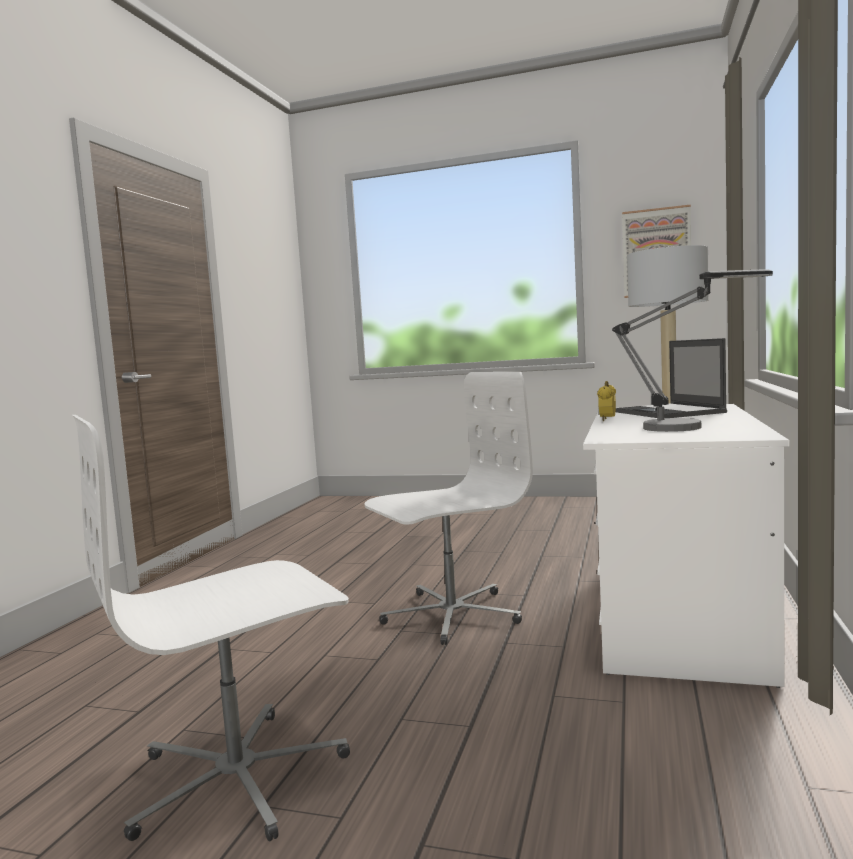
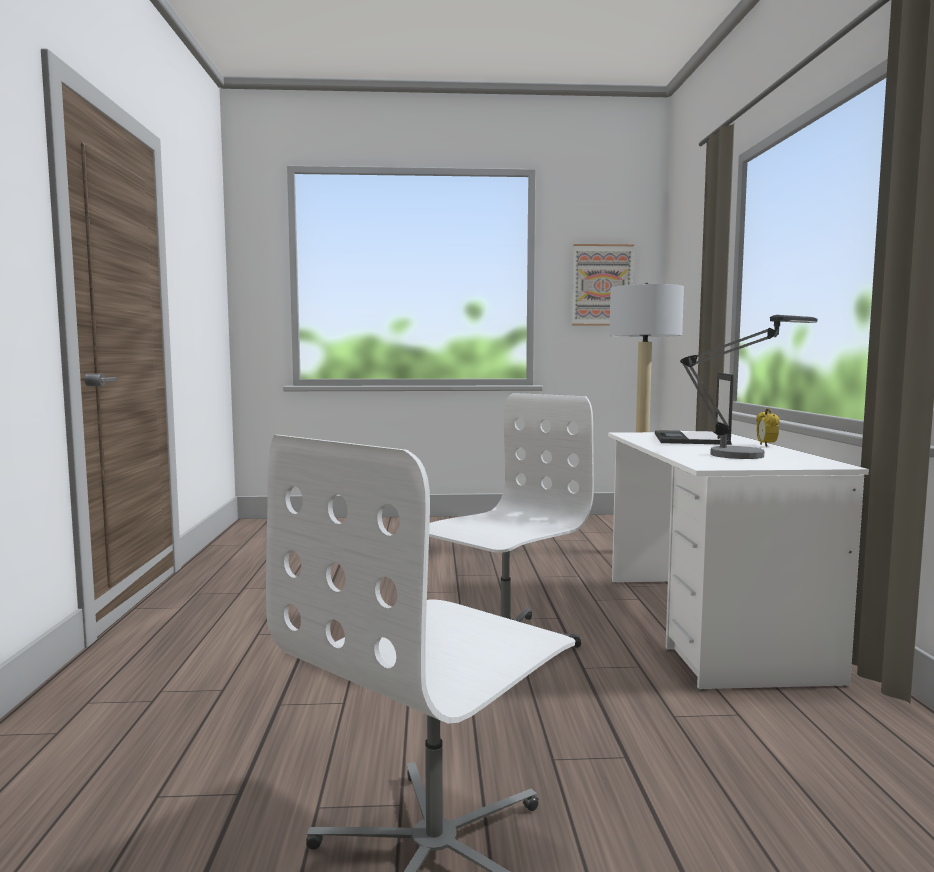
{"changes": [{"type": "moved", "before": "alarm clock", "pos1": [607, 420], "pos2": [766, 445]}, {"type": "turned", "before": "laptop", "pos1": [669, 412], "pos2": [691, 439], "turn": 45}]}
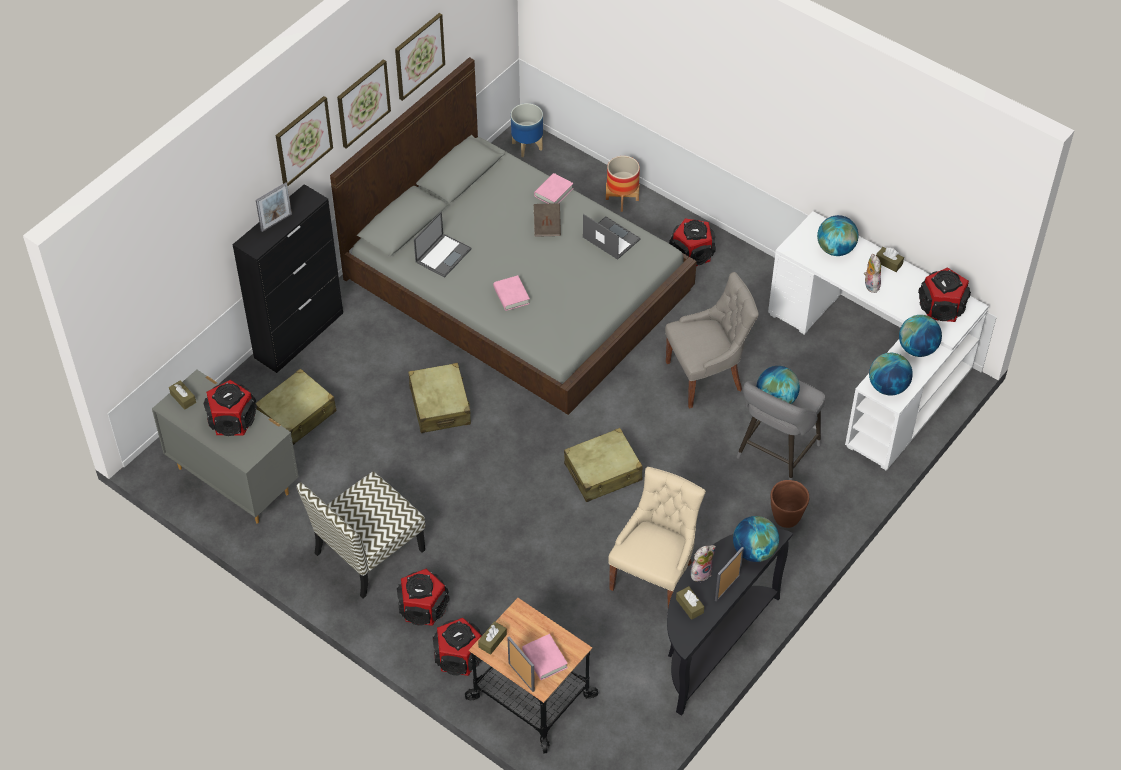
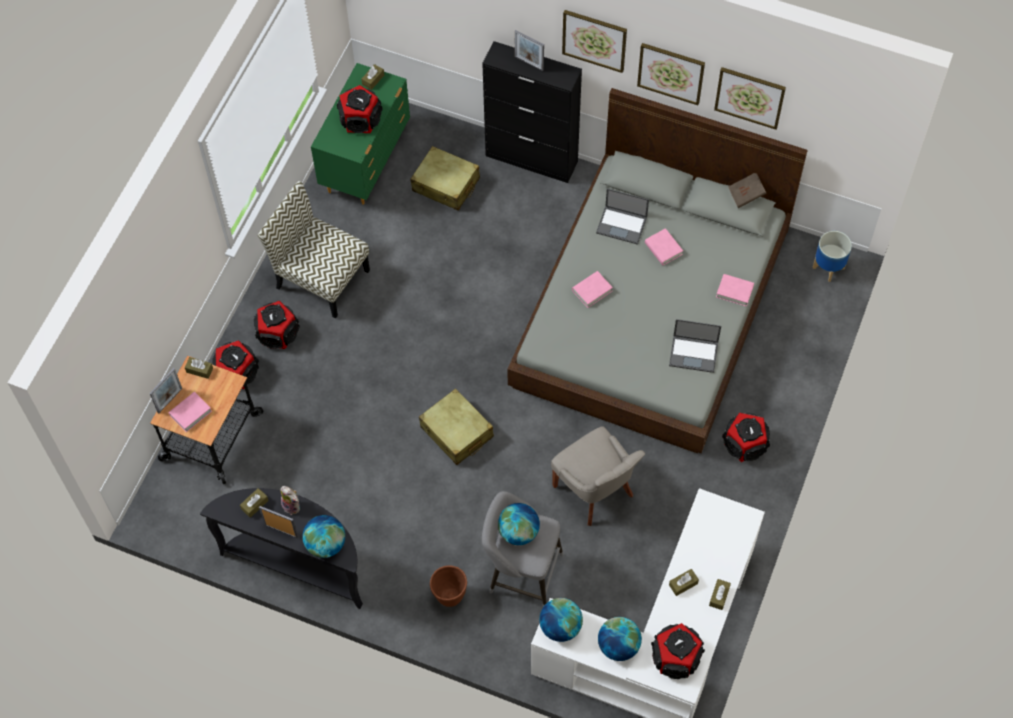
{"changes": [{"type": "removed", "before": "beige suitcase", "pos1": [440, 405]}, {"type": "removed", "before": "planter", "pos1": [622, 199]}, {"type": "removed", "before": "beige chair", "pos1": [655, 577]}, {"type": "removed", "before": "globe", "pos1": [835, 249]}, {"type": "added", "after": "pink book", "pos2": [663, 249]}, {"type": "moved", "before": "brown book", "pos1": [547, 226], "pos2": [746, 195]}, {"type": "replaced", "before": "plush toy", "after": "brown tissue box", "pos1": [870, 284], "pos2": [683, 584]}, {"type": "recoloured", "before": "grey dresser", "after": "green dresser", "pos1": [233, 479], "pos2": [366, 162]}, {"type": "turned", "before": "laptop", "pos1": [610, 238], "pos2": [694, 353], "turn": 75}]}
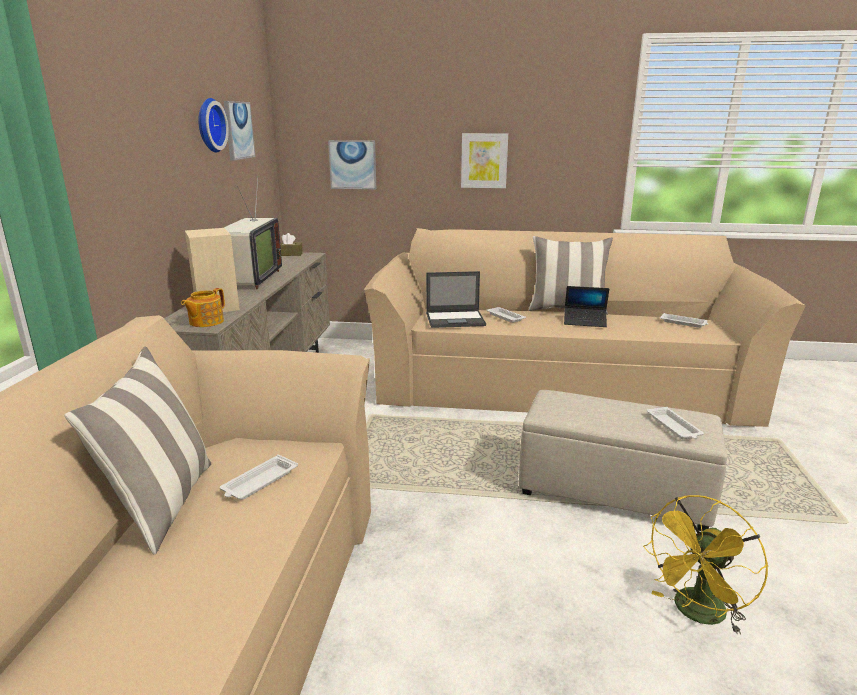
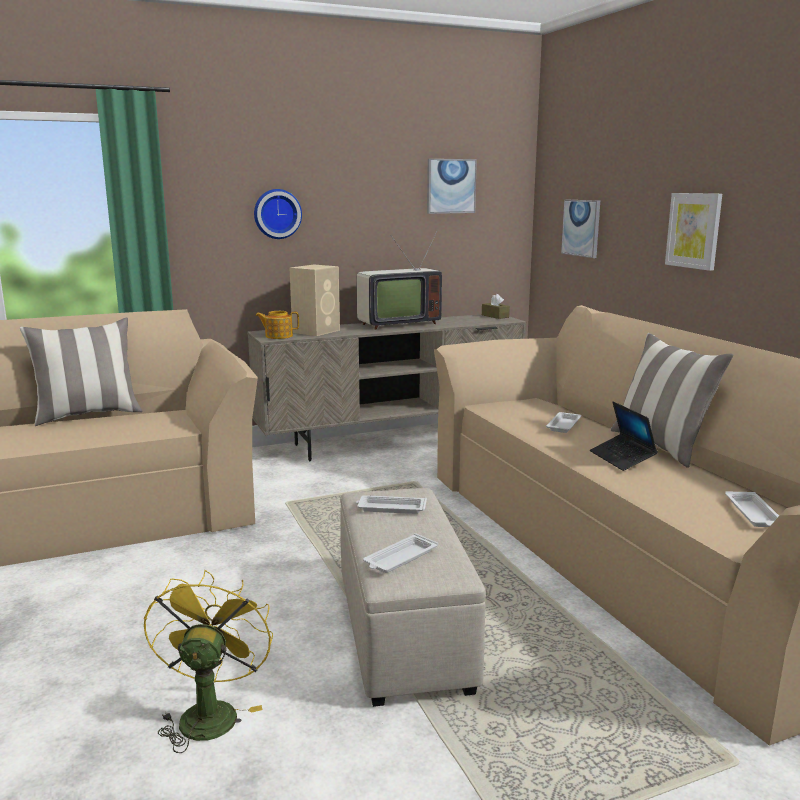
{"changes": [{"type": "removed", "before": "laptop", "pos1": [456, 319]}, {"type": "moved", "before": "wall clock", "pos1": [209, 125], "pos2": [277, 214]}, {"type": "moved", "before": "white tray", "pos1": [259, 482], "pos2": [390, 508]}, {"type": "turned", "before": "yellow fan", "pos1": [696, 614], "pos2": [209, 712], "turn": 75}]}
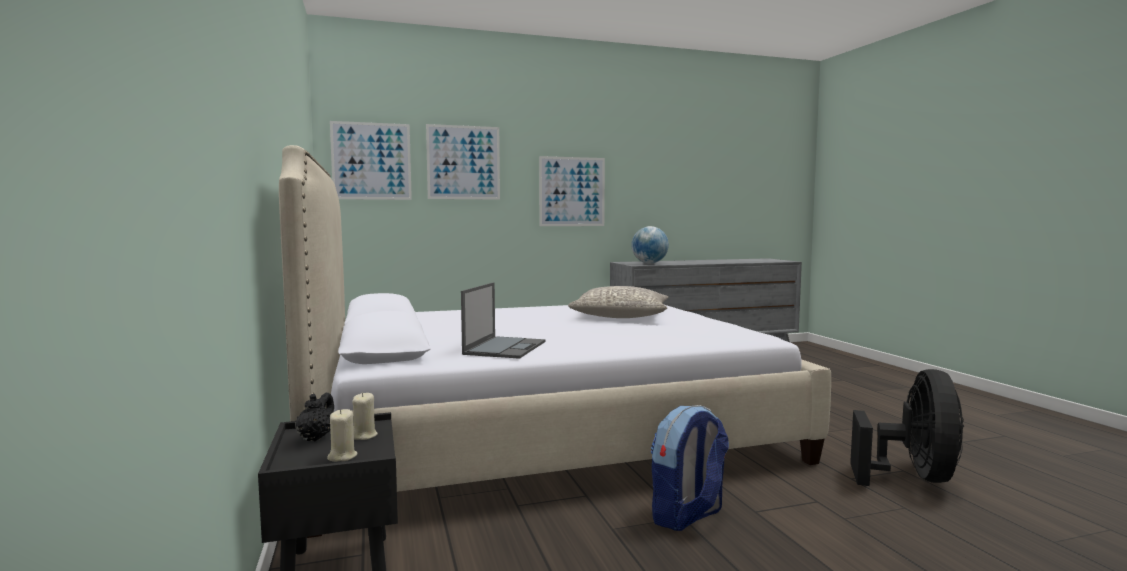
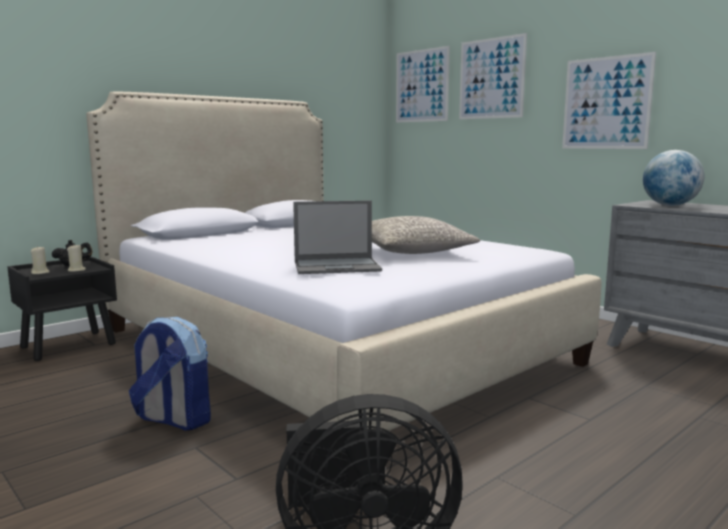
{"changes": [{"type": "moved", "before": "laptop", "pos1": [505, 347], "pos2": [337, 266]}]}
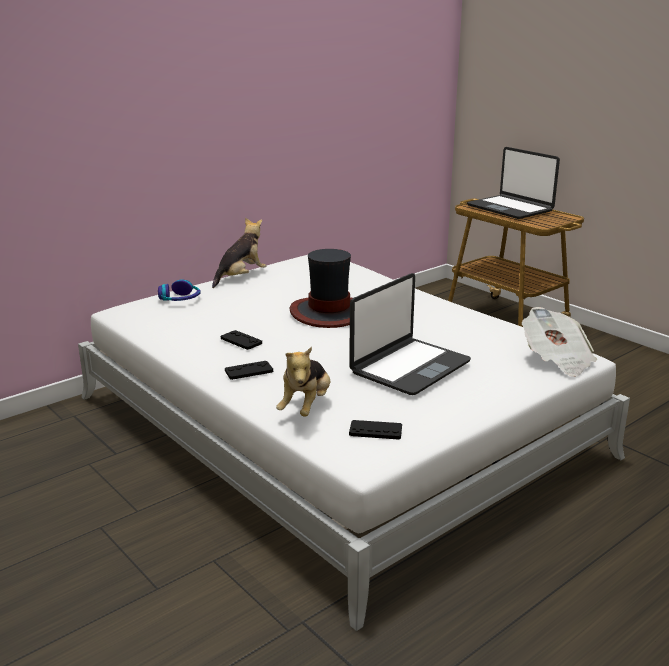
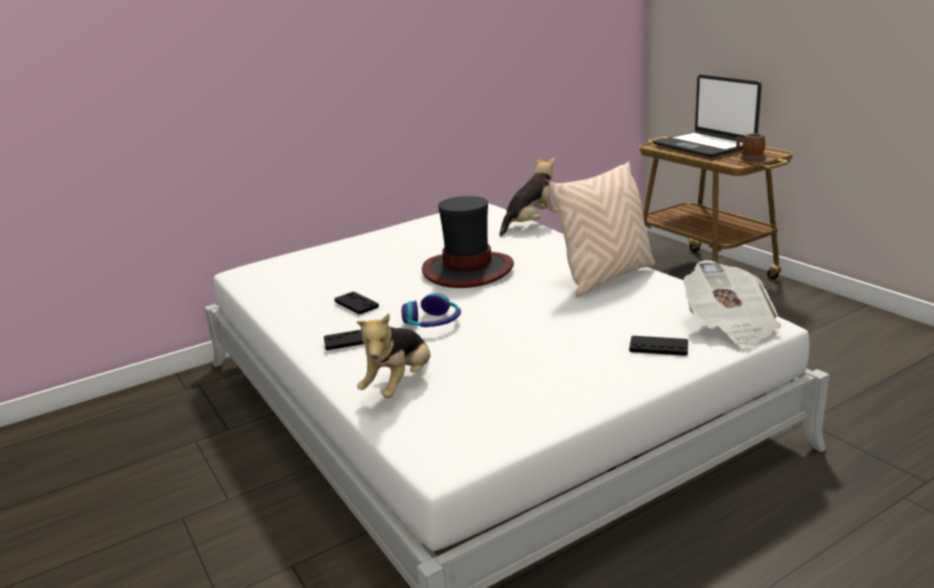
{"changes": [{"type": "removed", "before": "laptop", "pos1": [409, 367]}, {"type": "added", "after": "beige pillow", "pos2": [606, 277]}, {"type": "added", "after": "mug", "pos2": [749, 158]}, {"type": "moved", "before": "headphones", "pos1": [180, 299], "pos2": [432, 322]}, {"type": "moved", "before": "plush toy", "pos1": [240, 277], "pos2": [530, 224]}, {"type": "moved", "before": "black game controller", "pos1": [375, 431], "pos2": [658, 347]}]}
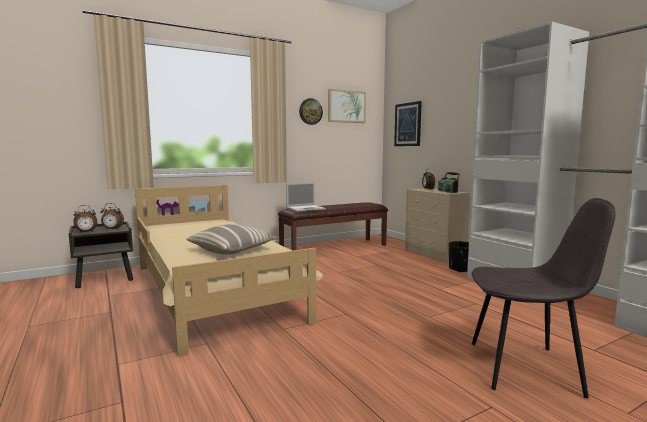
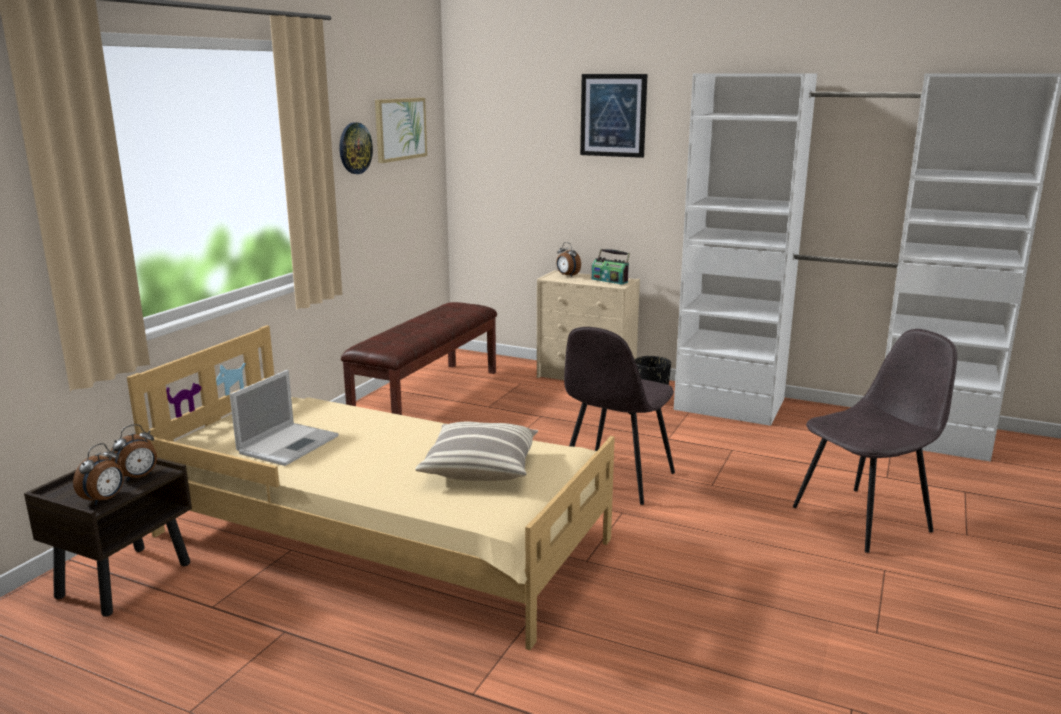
{"changes": [{"type": "added", "after": "grey chair", "pos2": [615, 479]}, {"type": "moved", "before": "laptop", "pos1": [306, 208], "pos2": [289, 444]}, {"type": "moved", "before": "picture", "pos1": [408, 124], "pos2": [613, 115]}]}
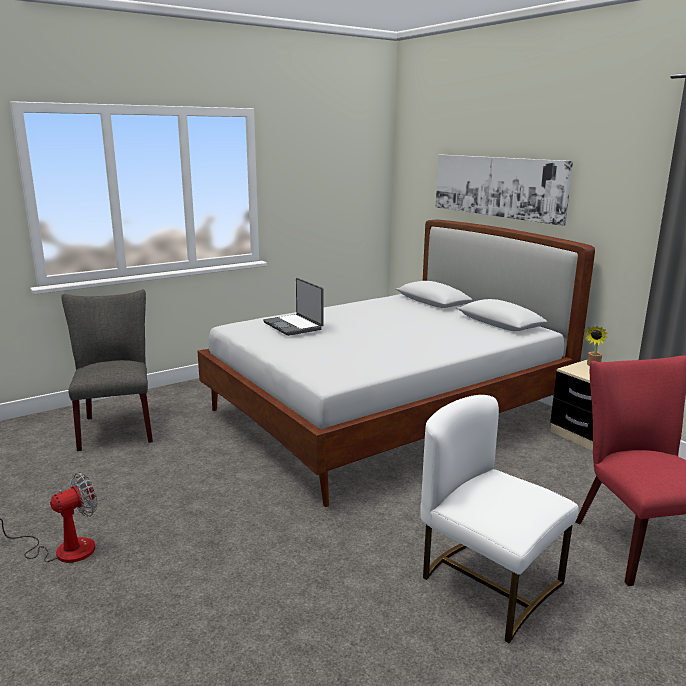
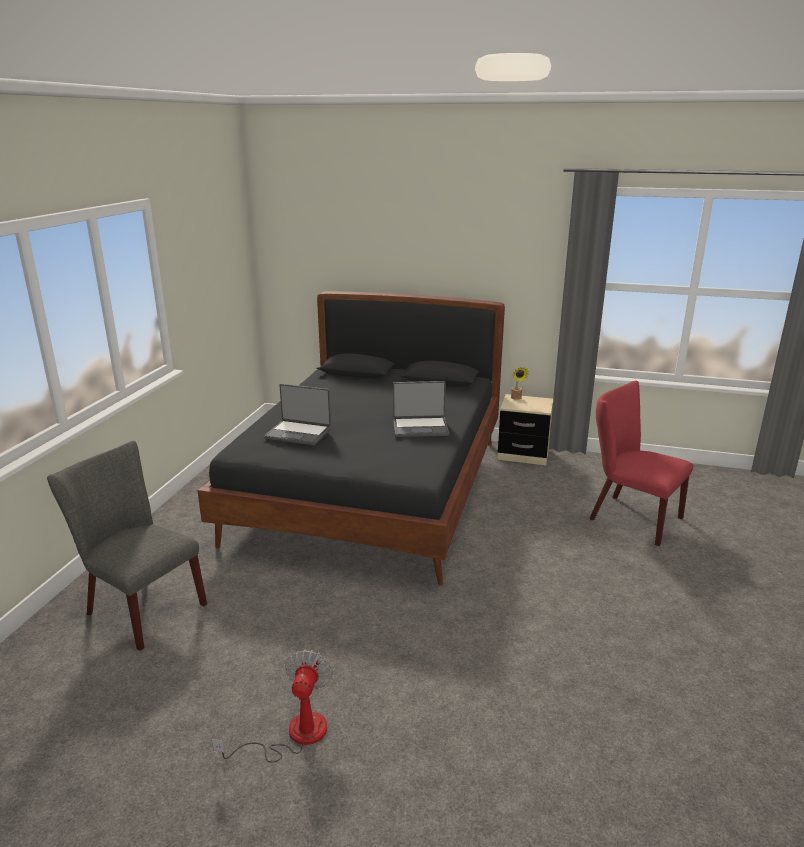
{"changes": [{"type": "removed", "before": "white chair", "pos1": [487, 584]}, {"type": "removed", "before": "picture", "pos1": [497, 186]}, {"type": "added", "after": "laptop", "pos2": [420, 428]}, {"type": "recoloured", "before": "white bed", "after": "black bed", "pos1": [387, 415], "pos2": [373, 490]}]}
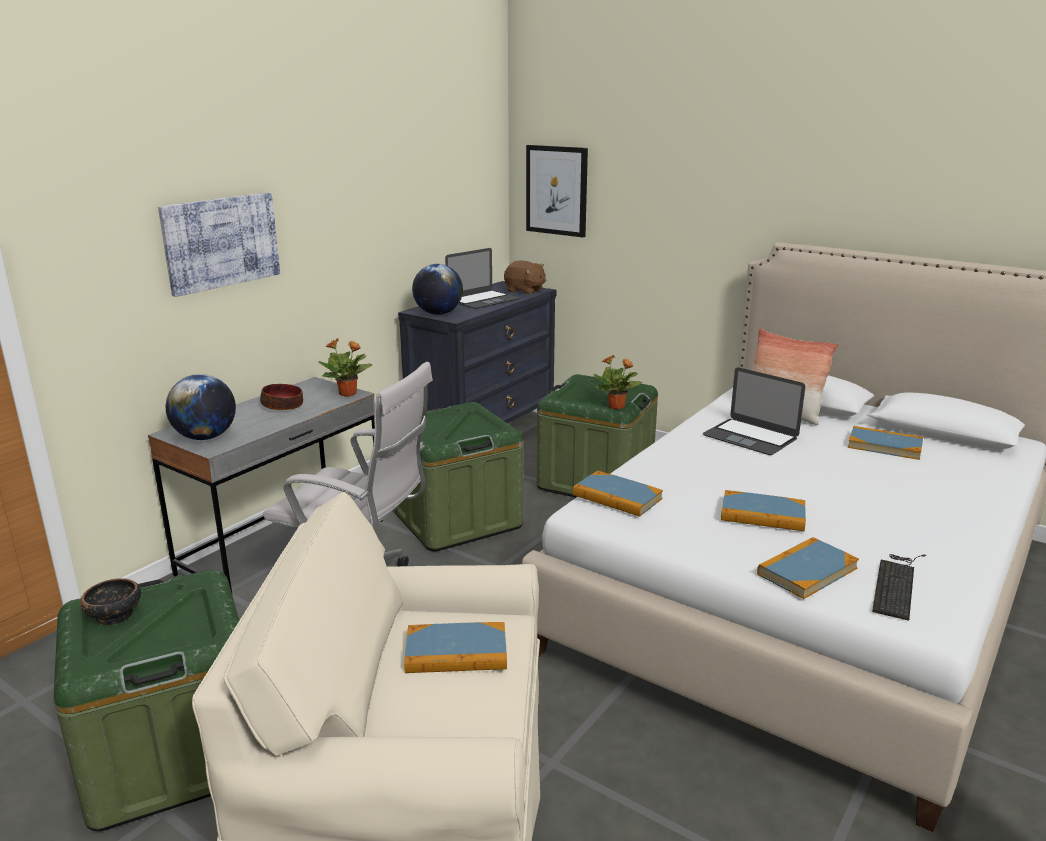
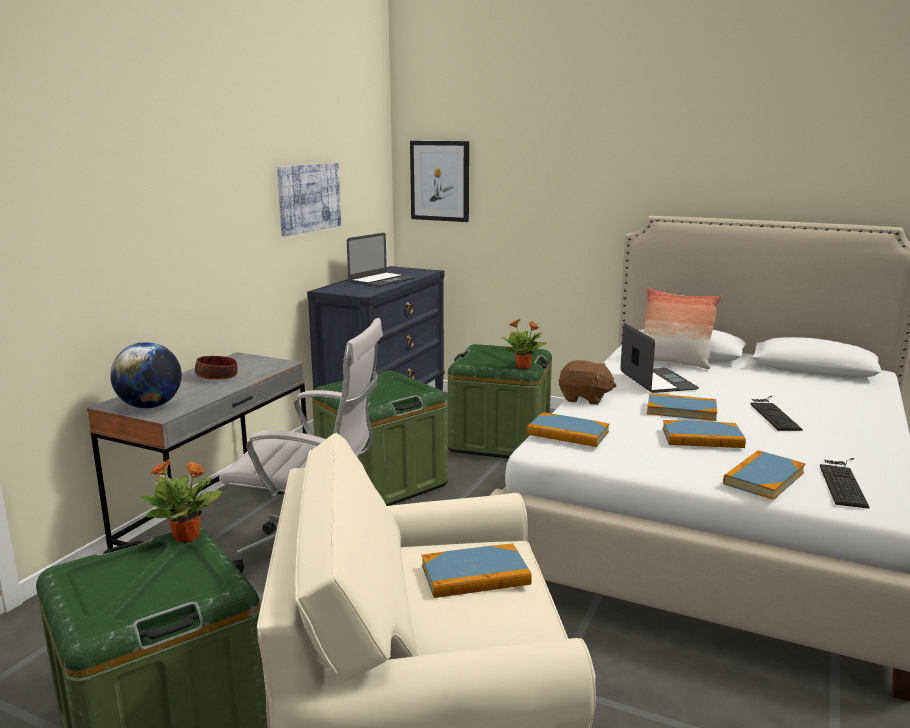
{"changes": [{"type": "removed", "before": "bowl", "pos1": [114, 616]}, {"type": "removed", "before": "globe", "pos1": [438, 314]}, {"type": "added", "after": "keyboard", "pos2": [773, 413]}, {"type": "moved", "before": "picture", "pos1": [221, 242], "pos2": [309, 197]}, {"type": "moved", "before": "potted plant", "pos1": [348, 394], "pos2": [187, 537]}, {"type": "moved", "before": "brown plush toy", "pos1": [525, 291], "pos2": [584, 398]}, {"type": "moved", "before": "book", "pos1": [884, 446], "pos2": [681, 410]}, {"type": "turned", "before": "laptop", "pos1": [750, 437], "pos2": [657, 381], "turn": -135}]}
